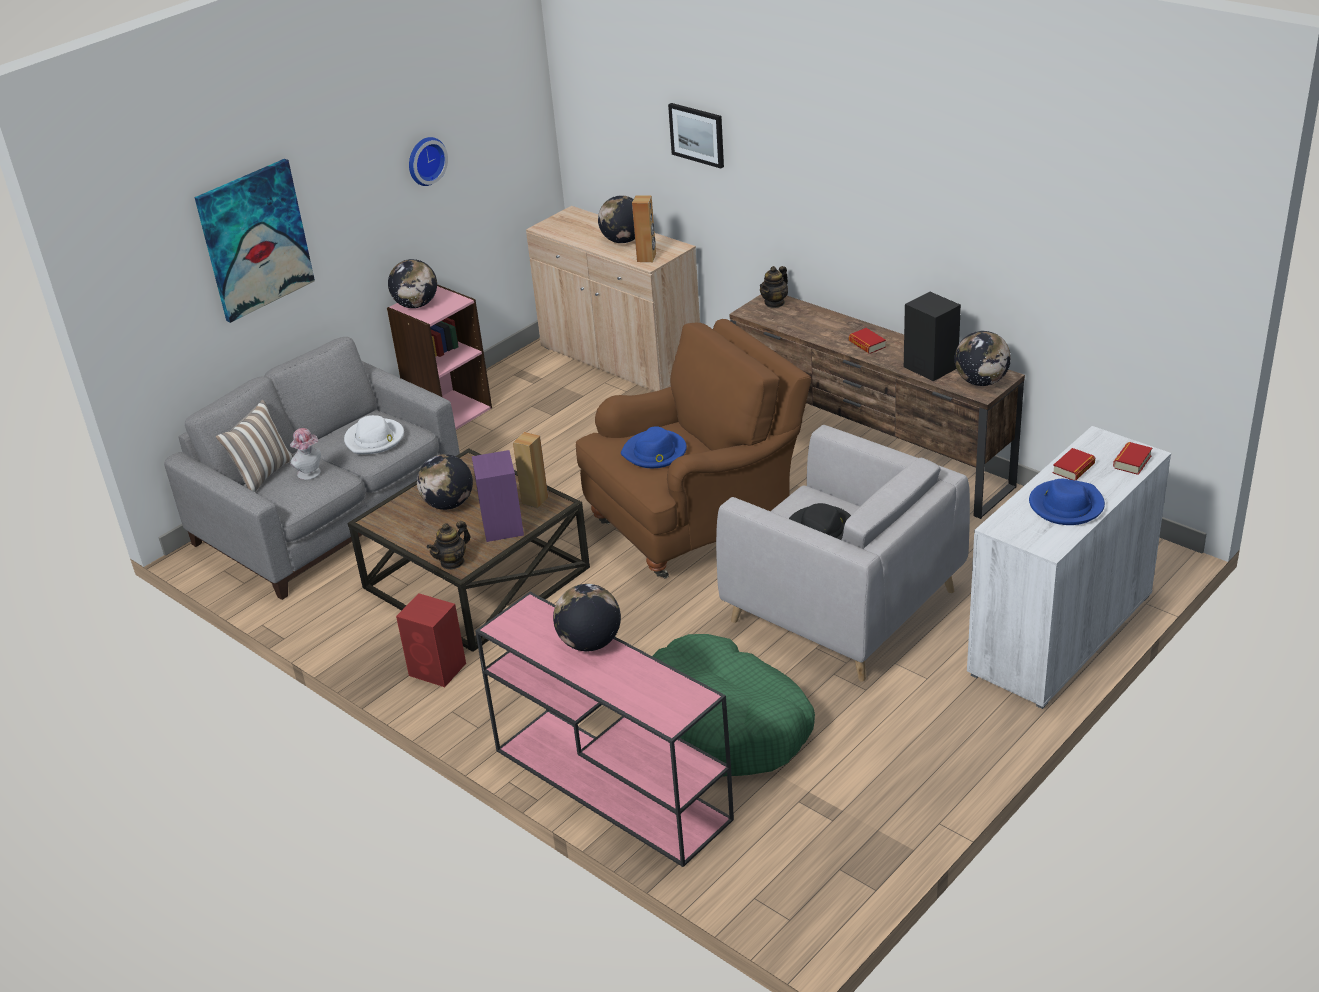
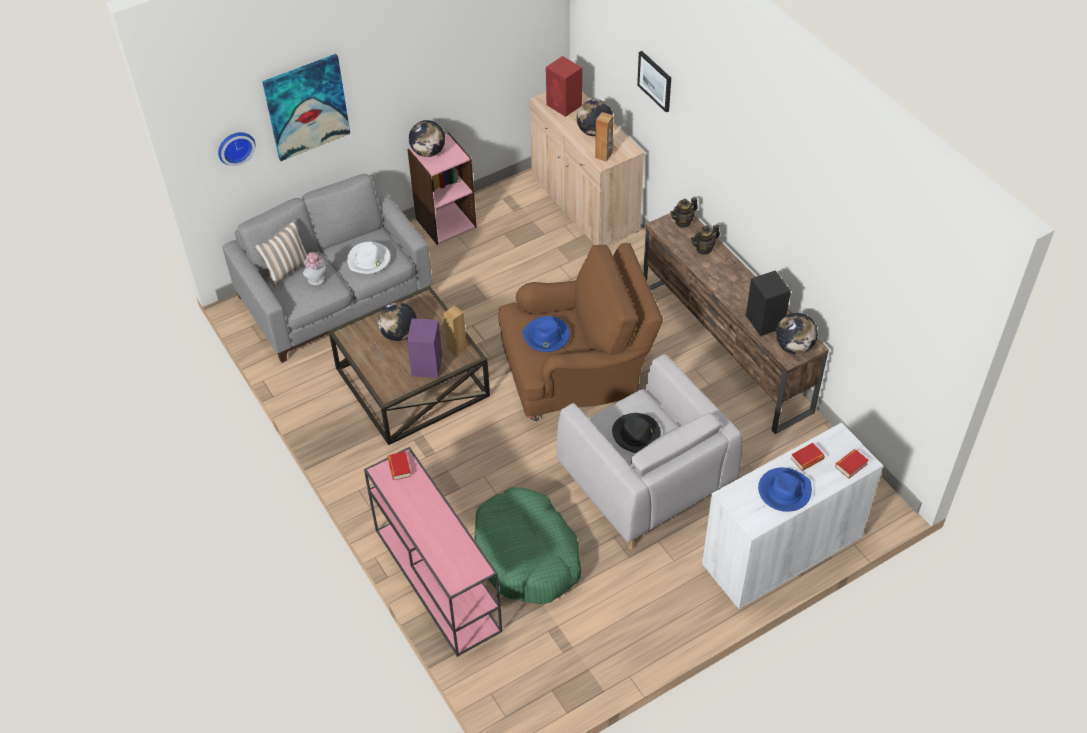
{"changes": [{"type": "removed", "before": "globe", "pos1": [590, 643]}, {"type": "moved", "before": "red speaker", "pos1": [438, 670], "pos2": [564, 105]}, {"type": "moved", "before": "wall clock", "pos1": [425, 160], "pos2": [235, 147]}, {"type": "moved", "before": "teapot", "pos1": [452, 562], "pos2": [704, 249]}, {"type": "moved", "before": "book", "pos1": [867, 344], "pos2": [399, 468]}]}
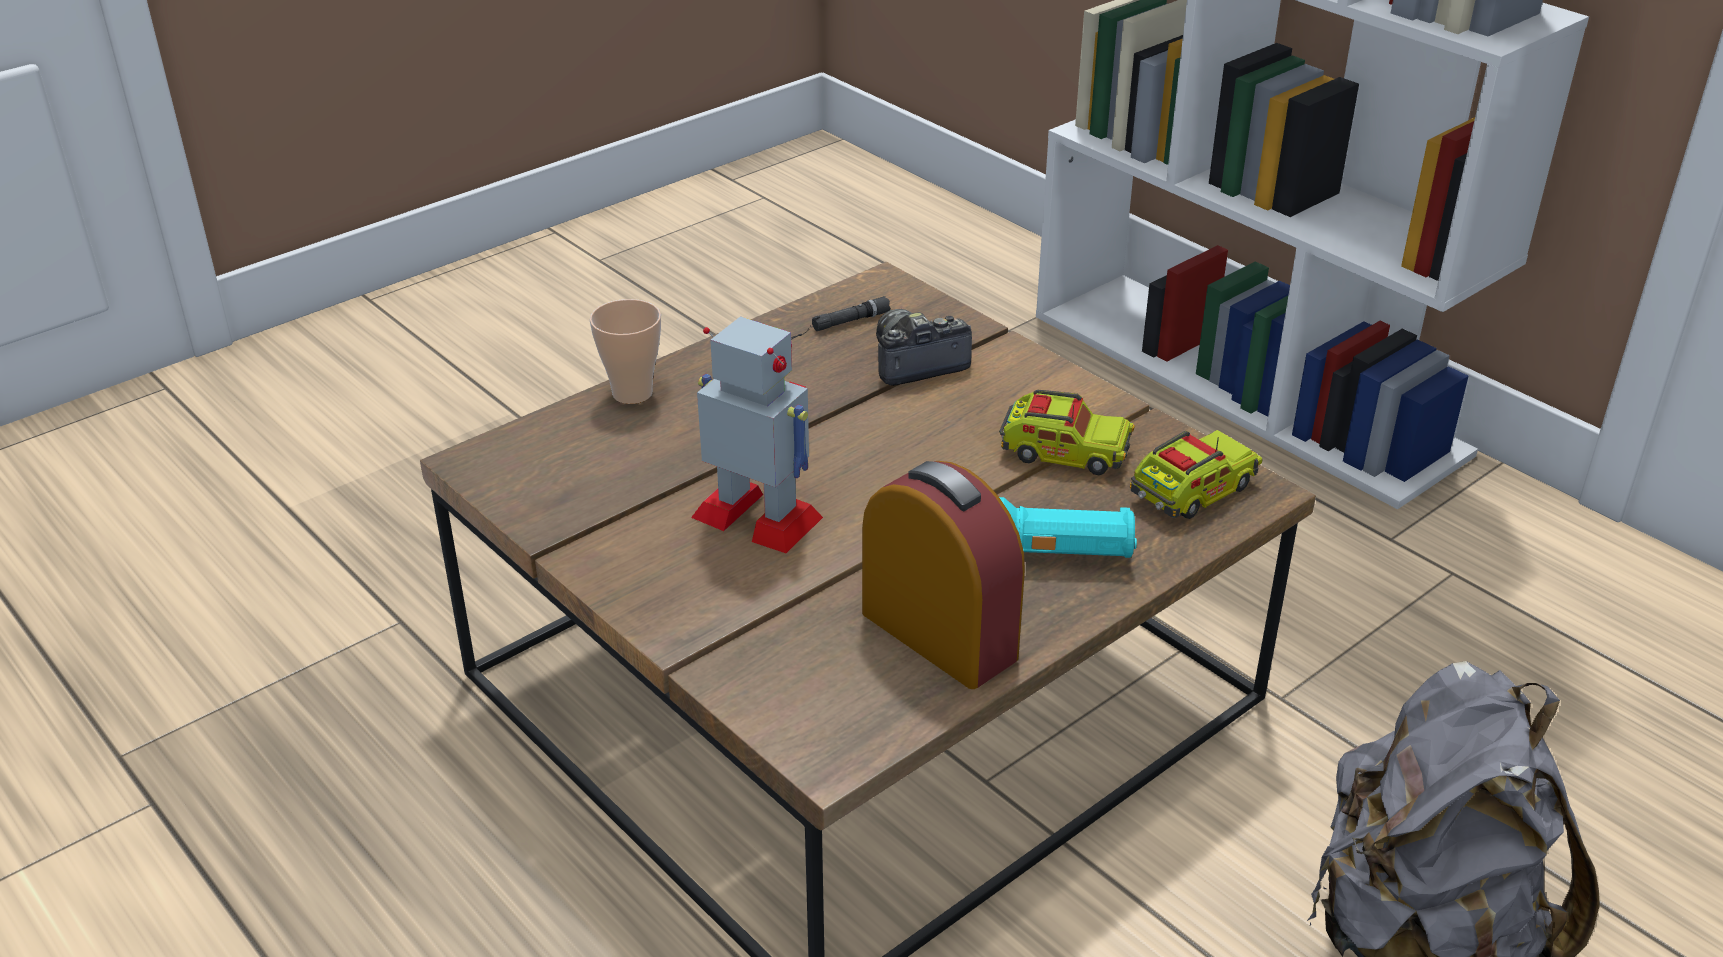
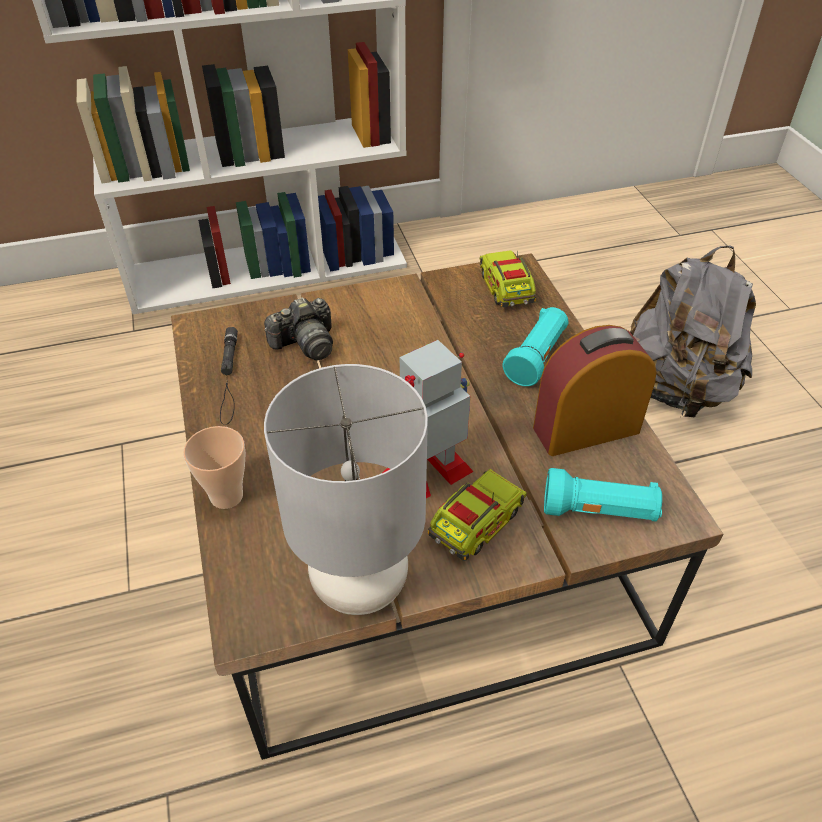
{"changes": [{"type": "added", "after": "grey table lamp", "pos2": [361, 584]}, {"type": "added", "after": "turquoise flashlight", "pos2": [599, 511]}, {"type": "moved", "before": "toy truck", "pos1": [1064, 452], "pos2": [476, 524]}, {"type": "turned", "before": "photo camera", "pos1": [916, 364], "pos2": [305, 344], "turn": -120}]}
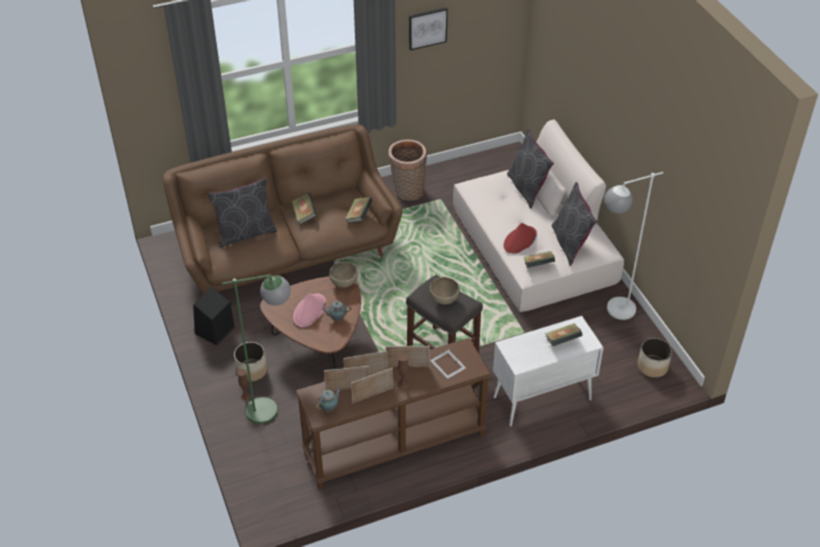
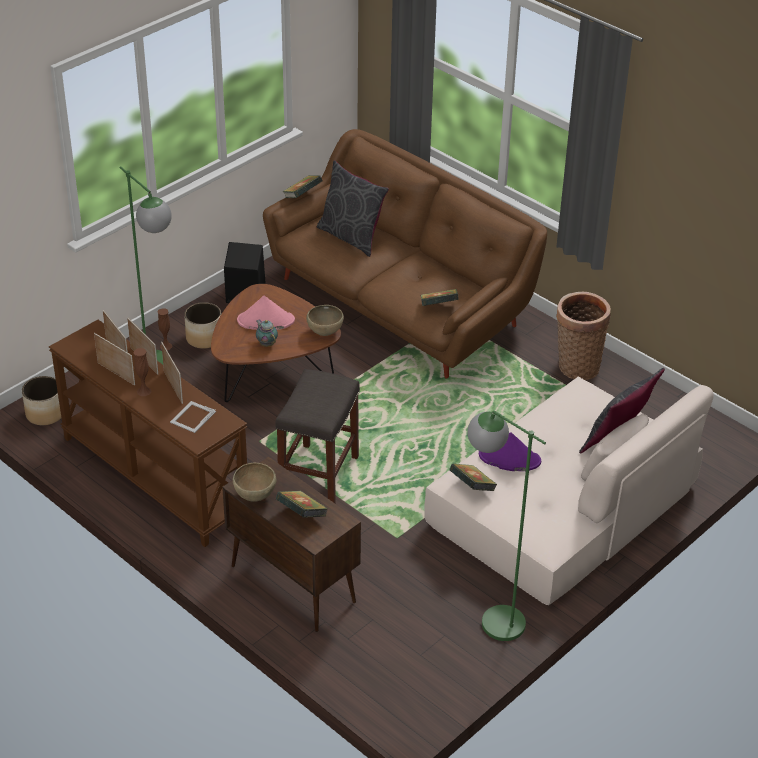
{"changes": [{"type": "removed", "before": "teapot", "pos1": [329, 408]}, {"type": "removed", "before": "picture", "pos1": [427, 28]}, {"type": "removed", "before": "grey pillow", "pos1": [570, 244]}, {"type": "moved", "before": "book", "pos1": [304, 215], "pos2": [302, 196]}, {"type": "moved", "before": "brown bowl", "pos1": [444, 300], "pos2": [255, 495]}, {"type": "moved", "before": "planter", "pos1": [653, 367], "pos2": [45, 414]}, {"type": "recoloured", "before": "white cabinet", "after": "brown cabinet", "pos1": [541, 399], "pos2": [292, 583]}, {"type": "recoloured", "before": "red hat", "after": "purple hat", "pos1": [520, 240], "pos2": [509, 458]}, {"type": "recoloured", "before": "white floor lamp", "after": "green floor lamp", "pos1": [612, 312], "pos2": [491, 615]}]}
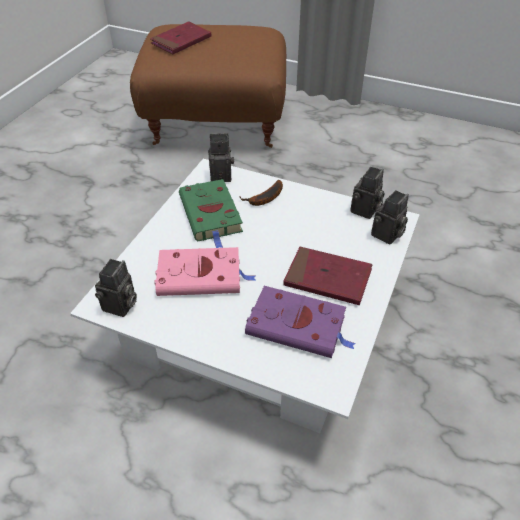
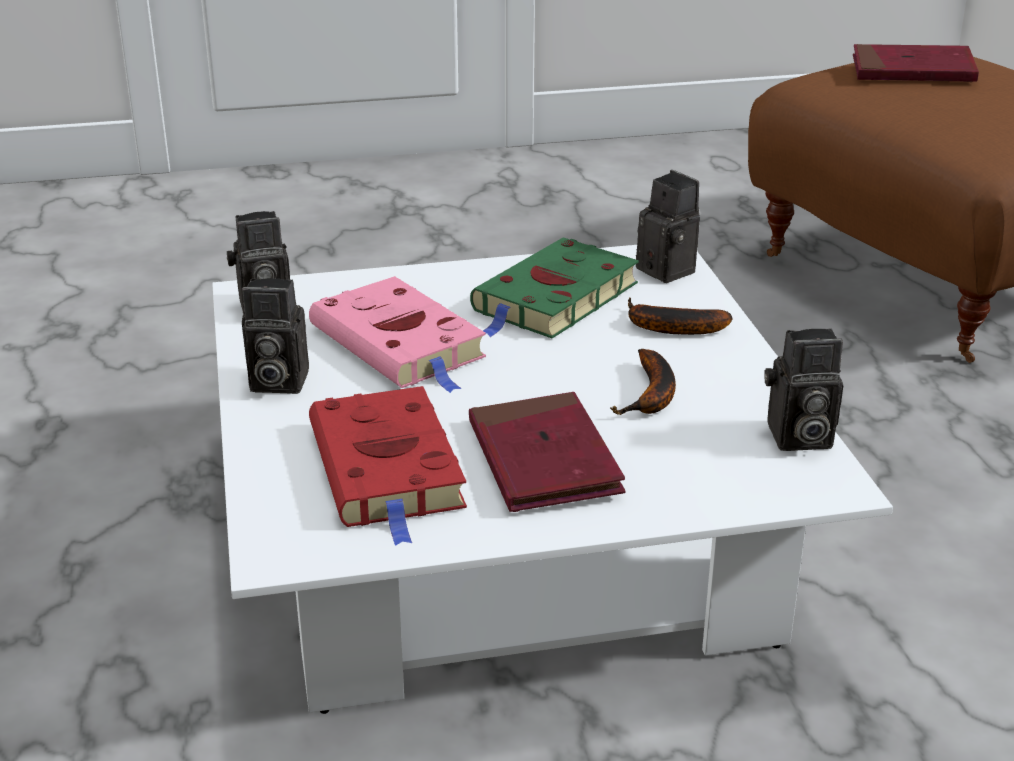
{"changes": [{"type": "added", "after": "banana", "pos2": [652, 395]}, {"type": "moved", "before": "photo camera", "pos1": [387, 236], "pos2": [275, 382]}, {"type": "recoloured", "before": "purple book", "after": "red book", "pos1": [299, 326], "pos2": [388, 470]}]}
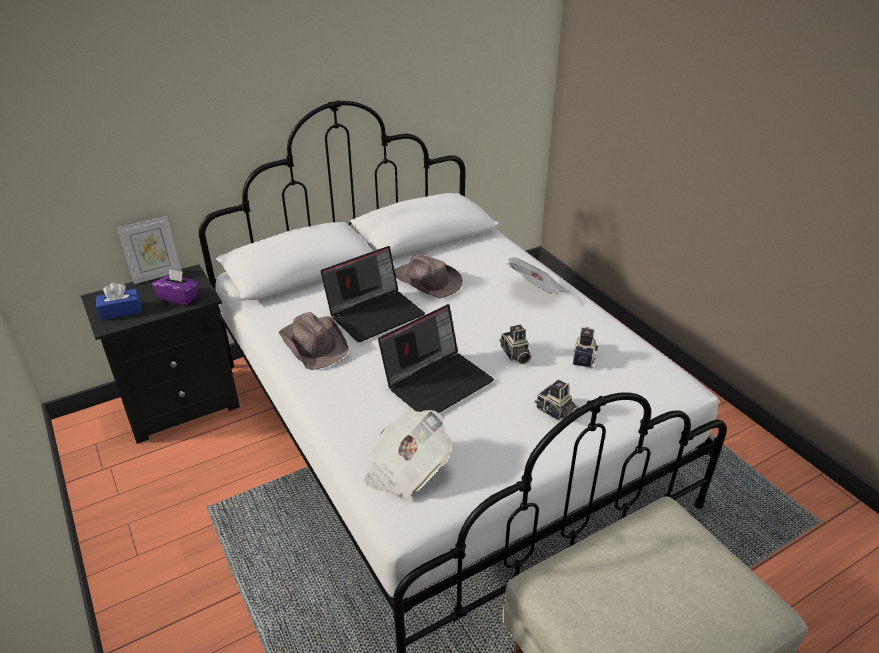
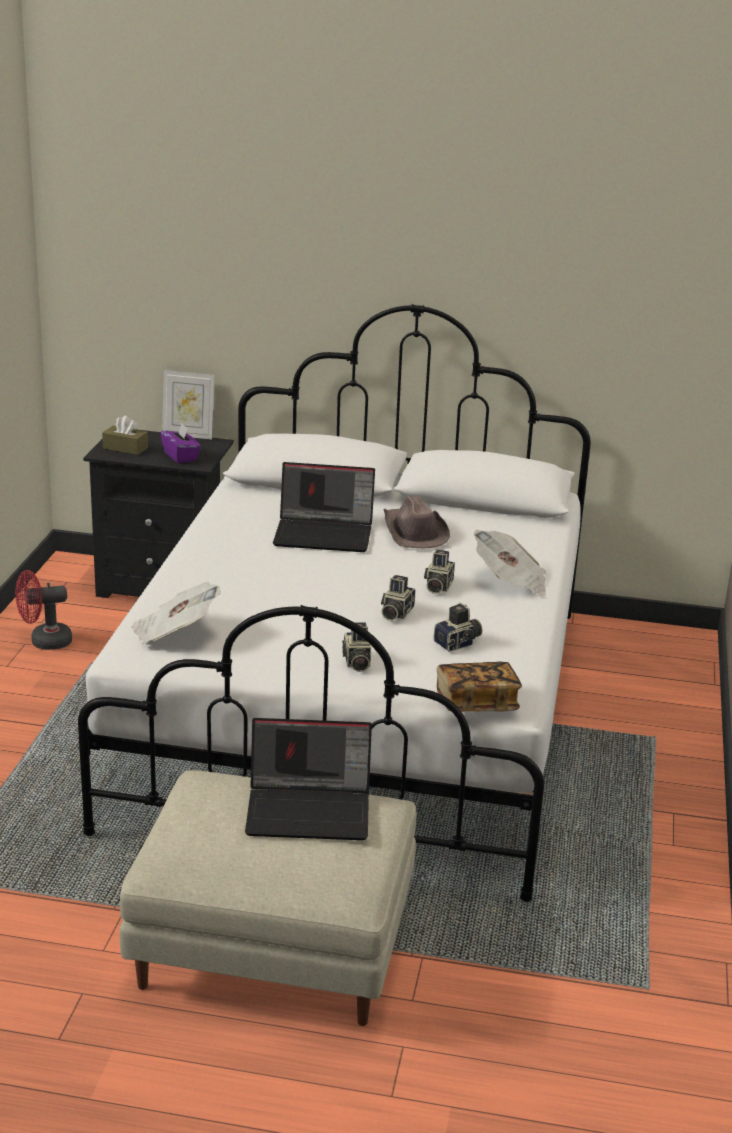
{"changes": [{"type": "removed", "before": "brown hat", "pos1": [314, 343]}, {"type": "added", "after": "red fan", "pos2": [44, 641]}, {"type": "added", "after": "photo camera", "pos2": [437, 586]}, {"type": "added", "after": "book", "pos2": [476, 703]}, {"type": "moved", "before": "laptop", "pos1": [438, 381], "pos2": [310, 810]}, {"type": "recoloured", "before": "blue tissue box", "after": "brown tissue box", "pos1": [120, 311], "pos2": [125, 448]}]}
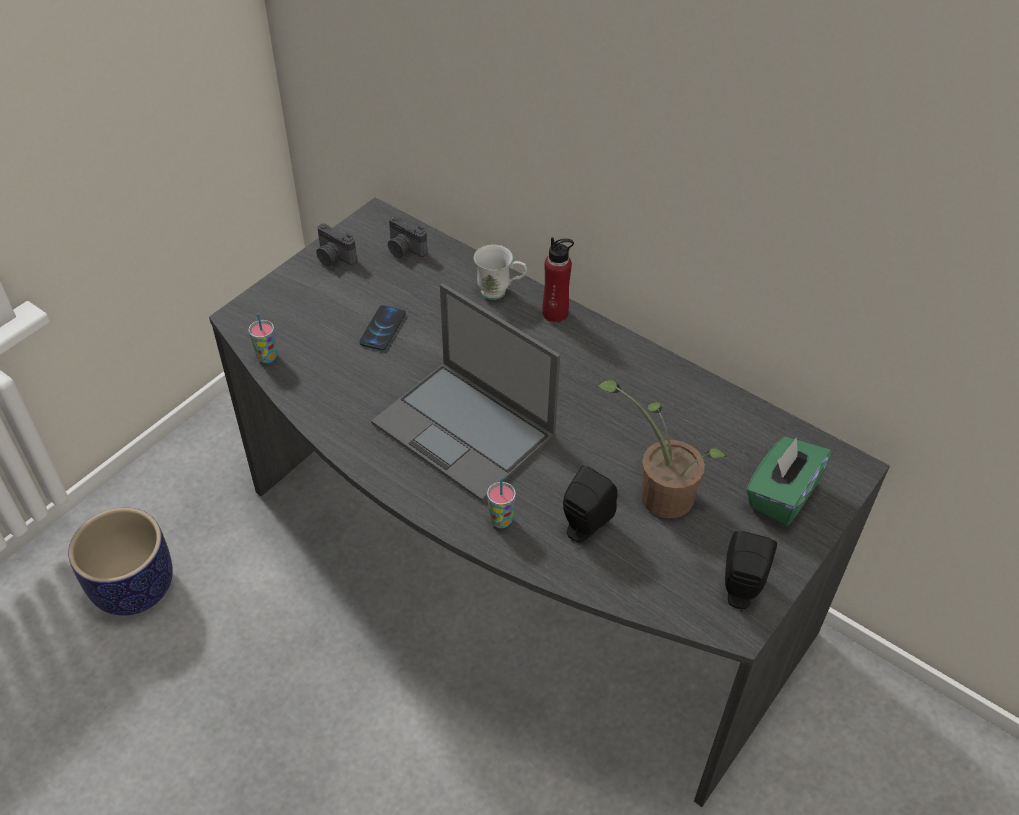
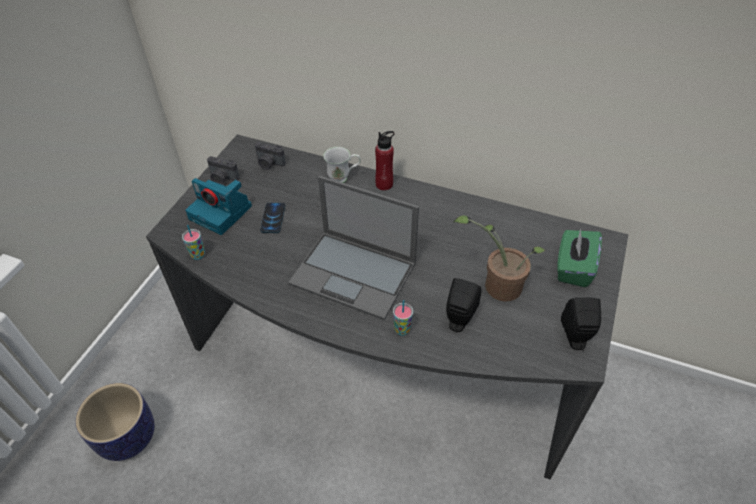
{"changes": [{"type": "added", "after": "photo camera", "pos2": [222, 212]}]}
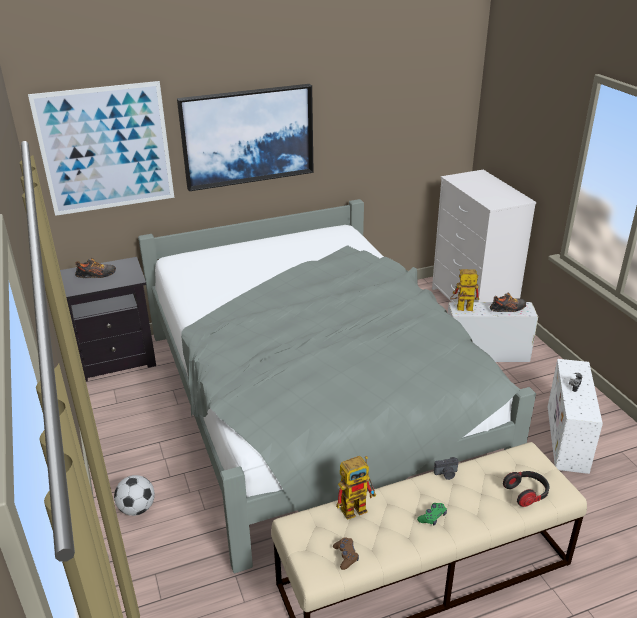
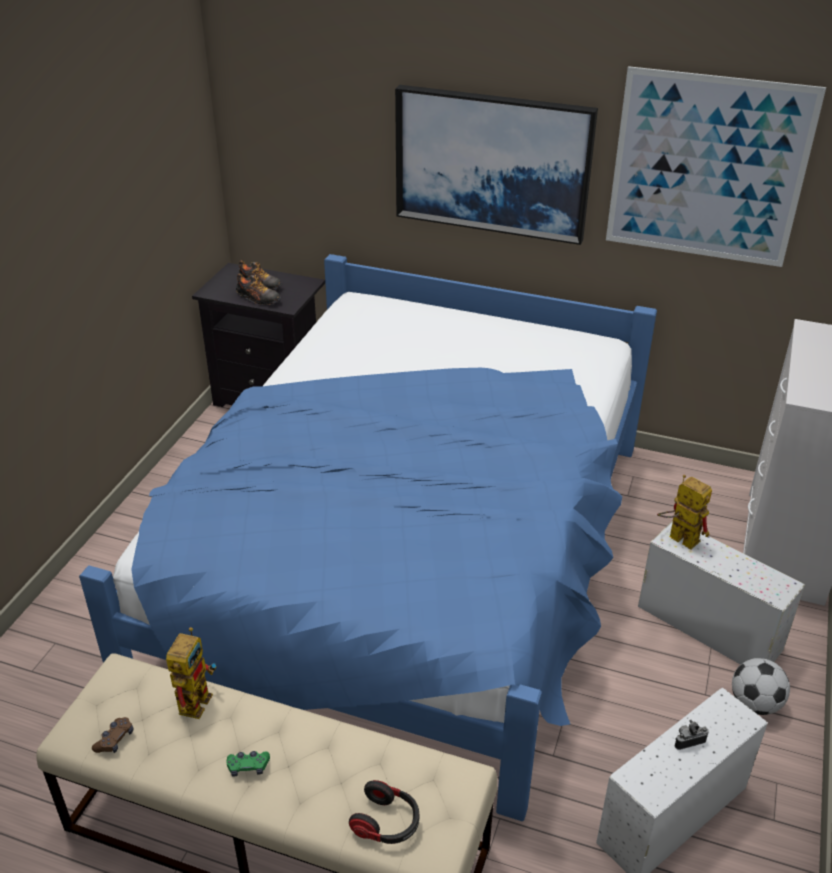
{"changes": [{"type": "removed", "before": "photo camera", "pos1": [446, 474]}, {"type": "moved", "before": "picture", "pos1": [106, 149], "pos2": [707, 169]}, {"type": "moved", "before": "football", "pos1": [137, 508], "pos2": [755, 704]}, {"type": "moved", "before": "shoe", "pos1": [507, 309], "pos2": [258, 299]}, {"type": "recoloured", "before": "grey bed", "after": "blue bed", "pos1": [314, 401], "pos2": [409, 558]}, {"type": "turned", "before": "toy robot", "pos1": [357, 506], "pos2": [195, 697], "turn": -90}]}
